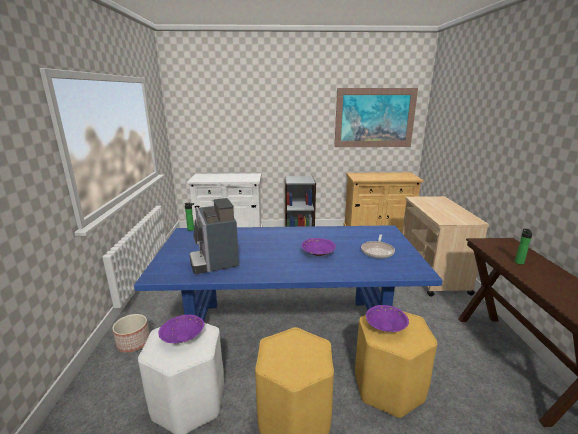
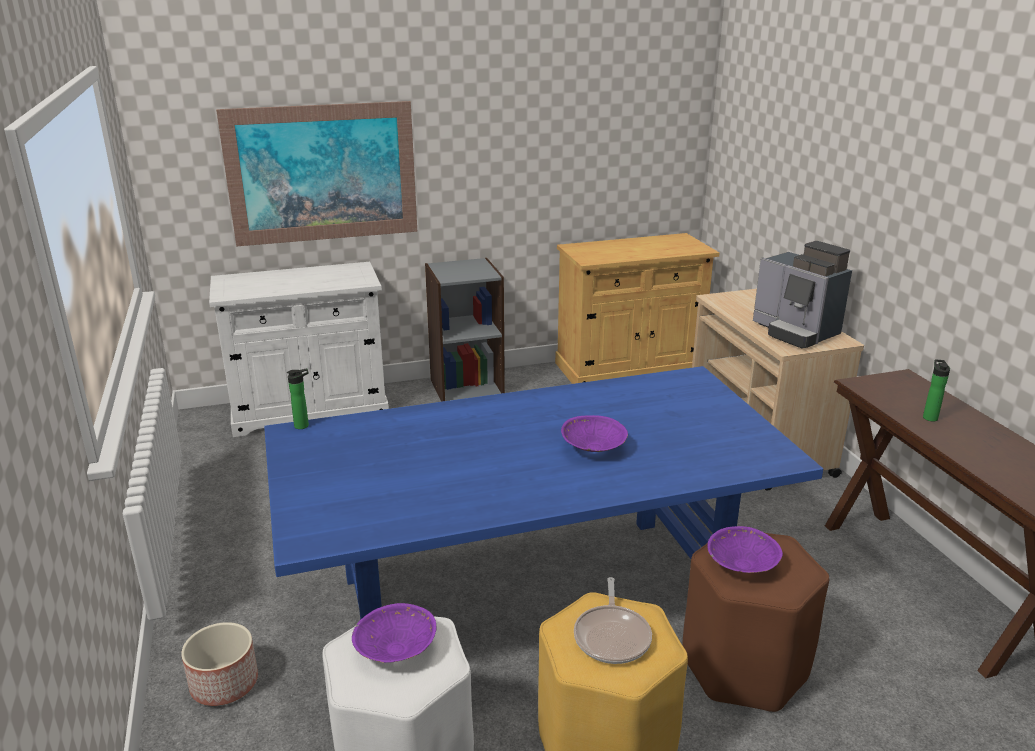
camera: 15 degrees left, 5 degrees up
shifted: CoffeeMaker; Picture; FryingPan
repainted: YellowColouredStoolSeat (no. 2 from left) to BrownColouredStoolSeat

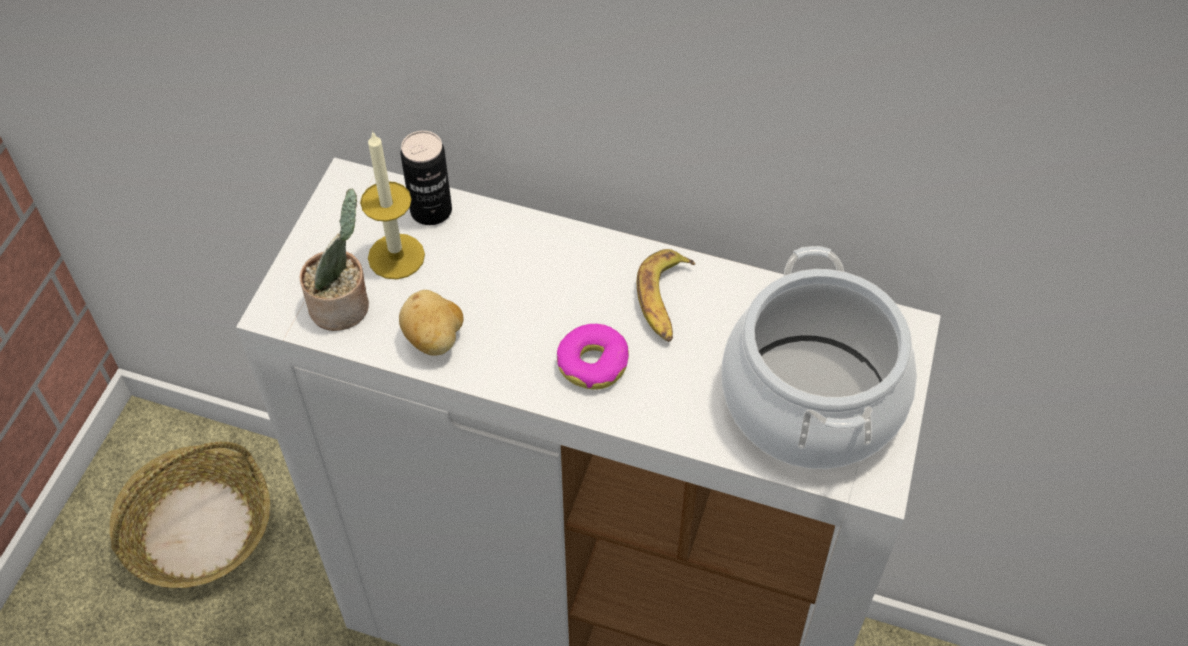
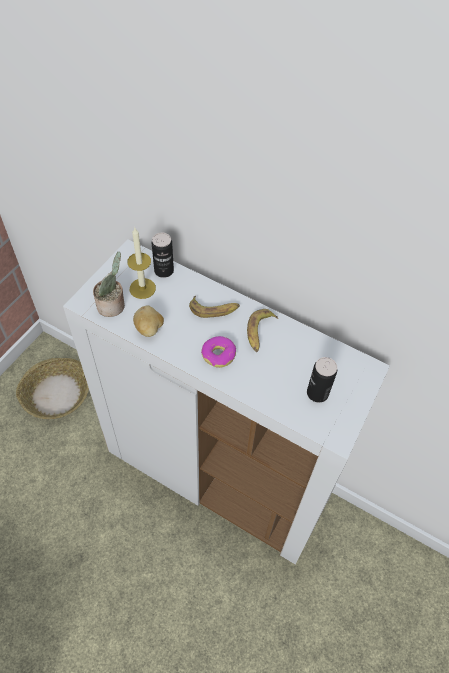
camera: 10 degrees right, 0 degrees up
new: BananaFruit (no. 1 from left)
swapped: Stockpot to MetalCan (no. 2 from left)

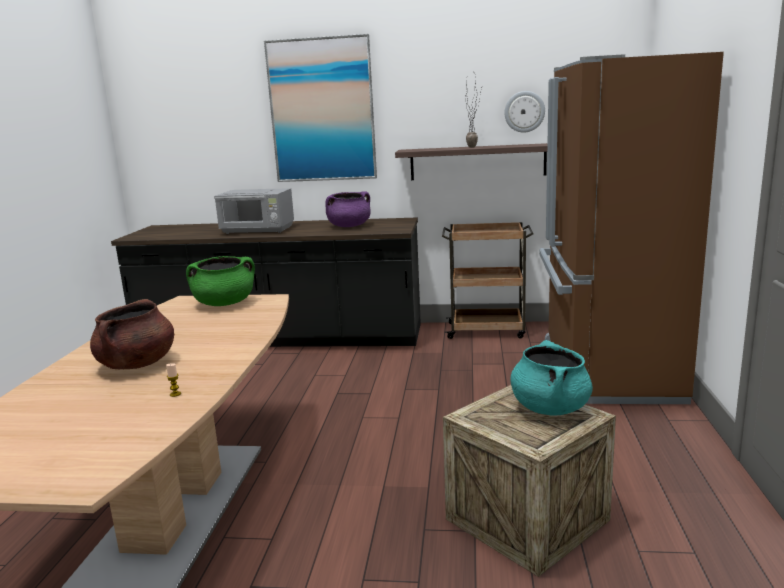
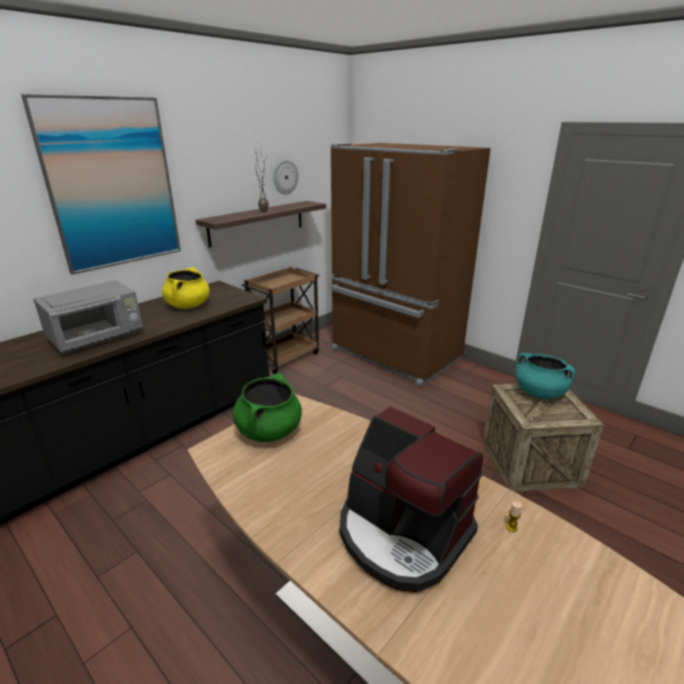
camera: 55 degrees left, 10 degrees up
swapped: BrownColouredStockpot to CoffeeMaker
repainted: PurpleColouredStockpot to YellowColouredStockpot

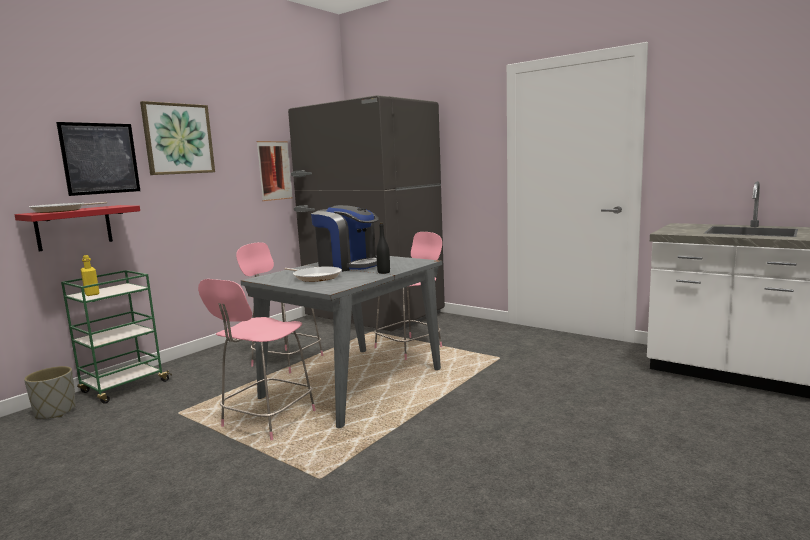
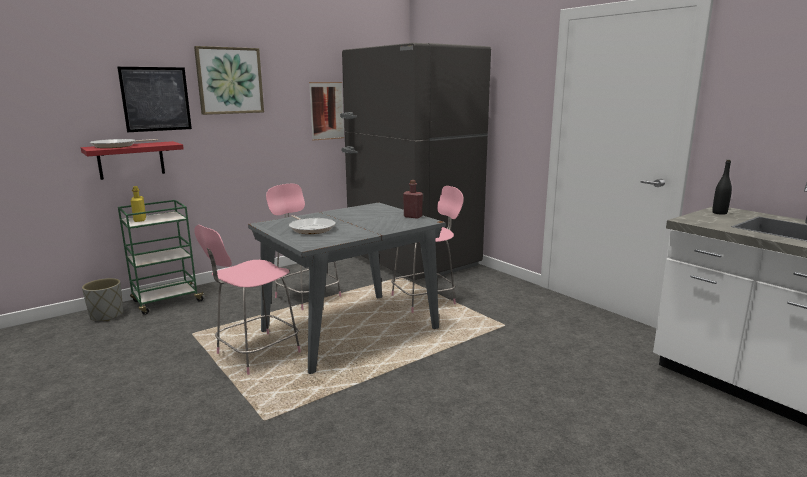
camera: 15 degrees right, 5 degrees up
gone: CoffeeMaker
new: RedBottle
shifted: BlackBottle

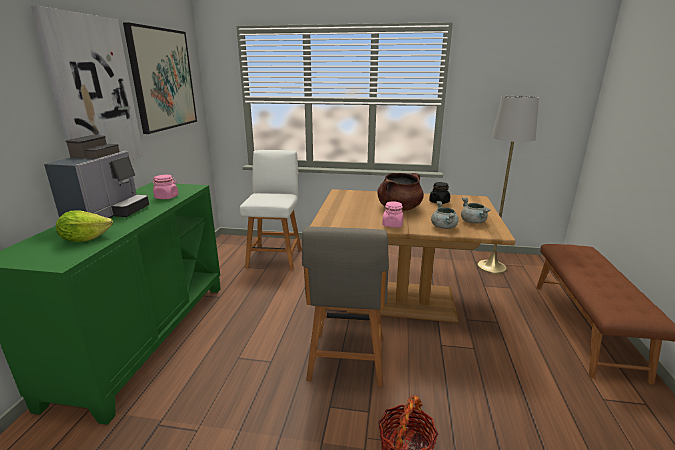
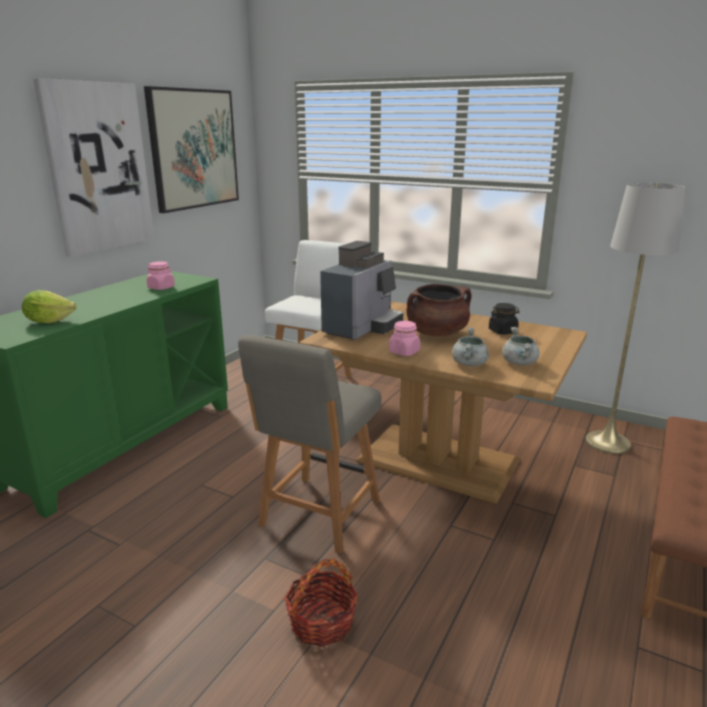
camera: 20 degrees right, 0 degrees up
shifted: CoffeeMaker

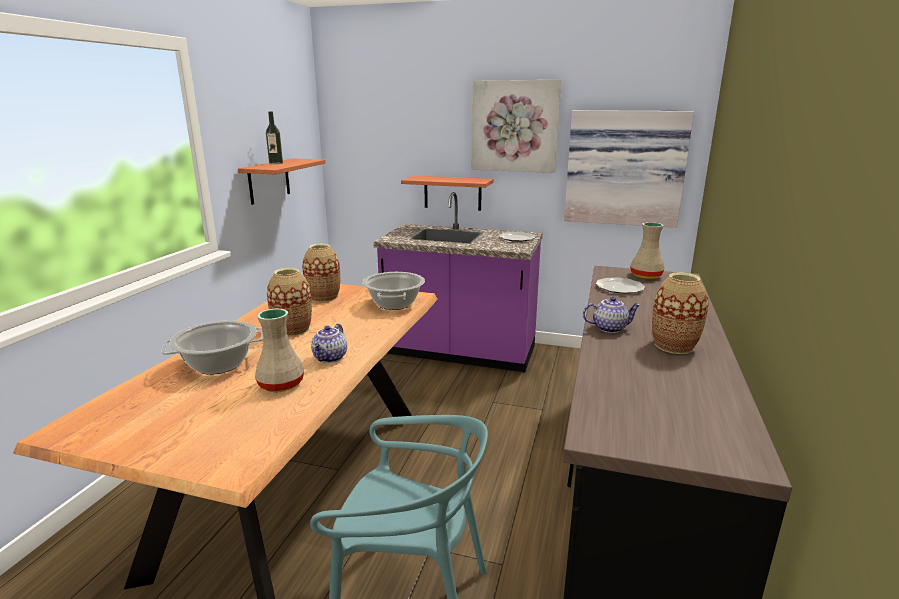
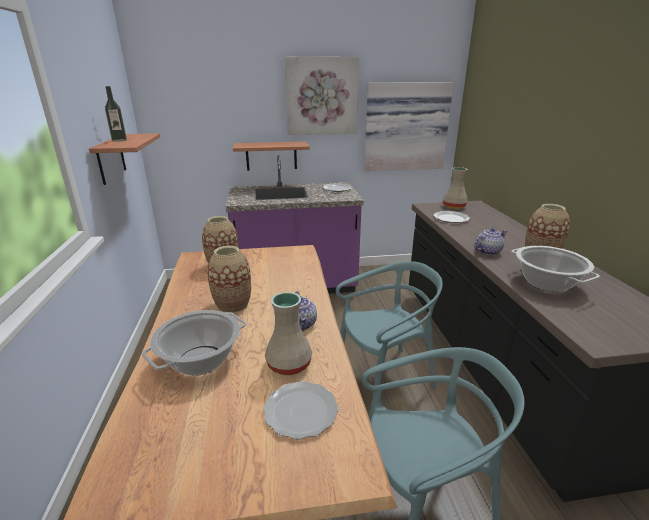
camera: 25 degrees left, 5 degrees up
new: FlatDish (no. 1 from left); BlueGreenPlainChair (no. 1 from left)
shifted: Stockpot (no. 2 from left)

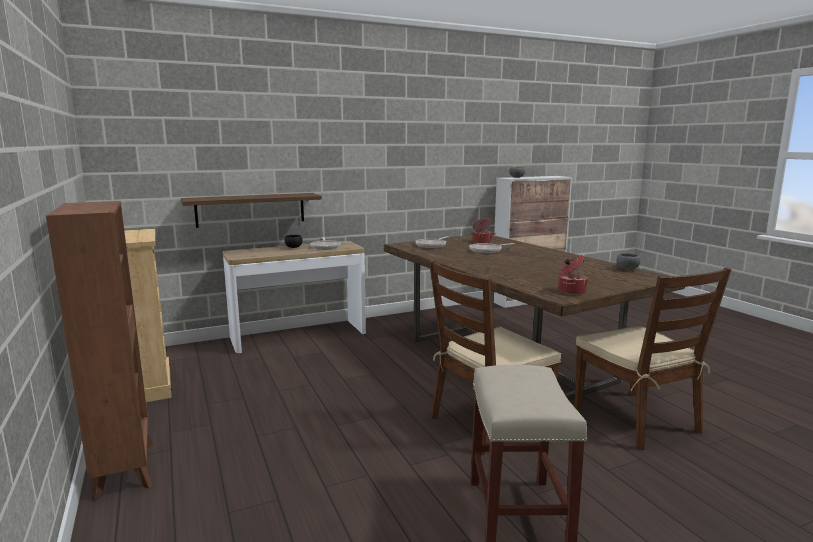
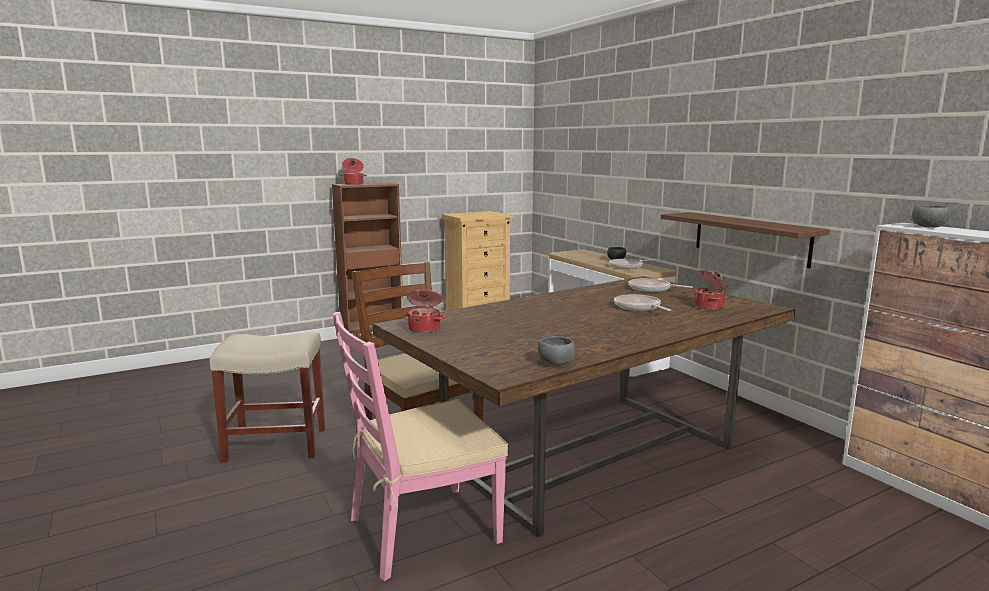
camera: 85 degrees right, 0 degrees up
new: Stockpot (no. 1 from left)
shifted: Shelf
repainted: BrownColouredPlainChair (no. 2 from left) to PinkColouredPlainChair

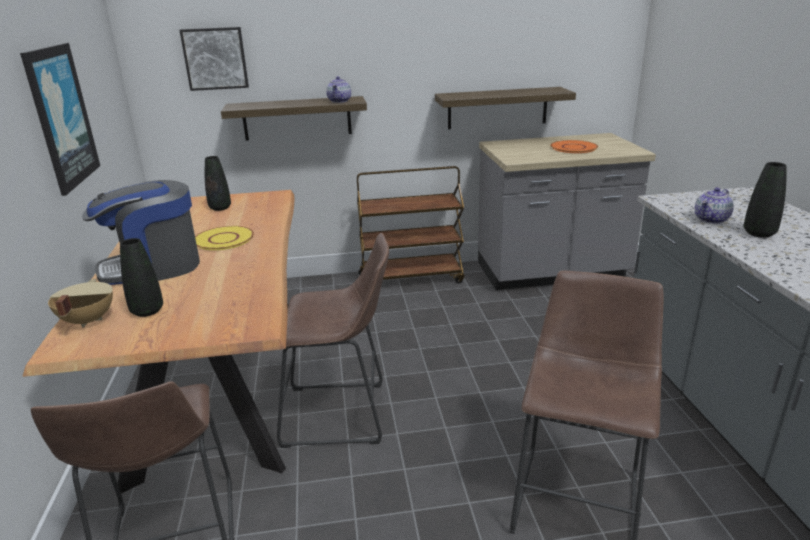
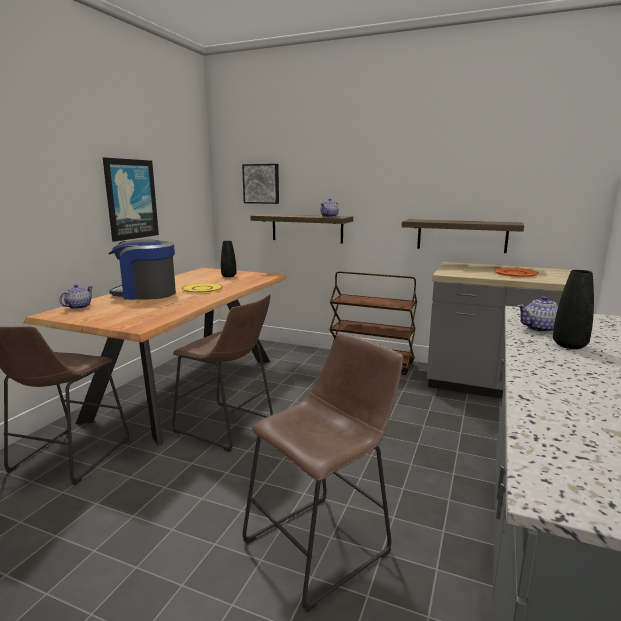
camera: 30 degrees right, 10 degrees down
gone: BlackFlowerVase (no. 1 from left)
swapped: BeigeColouredStockpot to TeaPot (no. 1 from left)

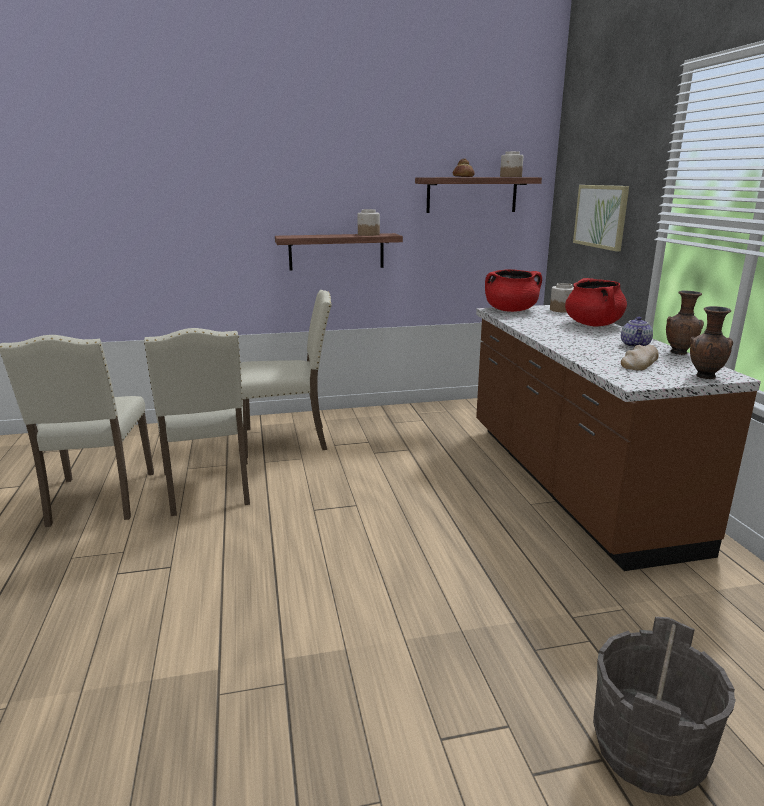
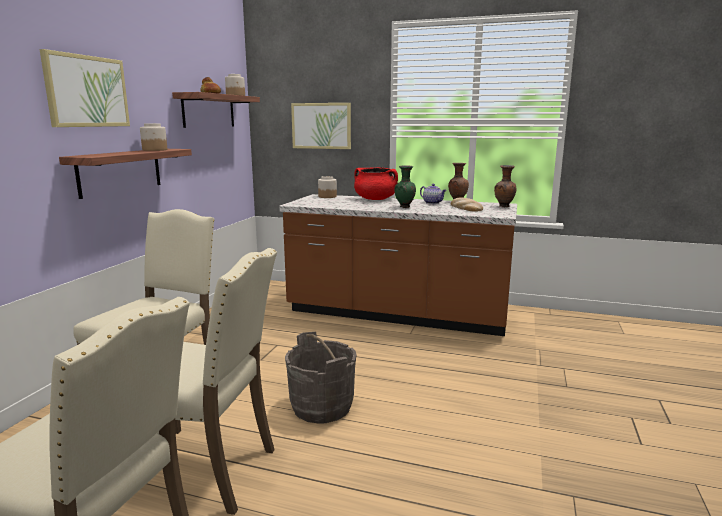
camera: 60 degrees left, 5 degrees down
gone: RedStockpot (no. 1 from left)
new: Picture (no. 1 from left); GreenishFlowerVase
shifted: GreyishBucket

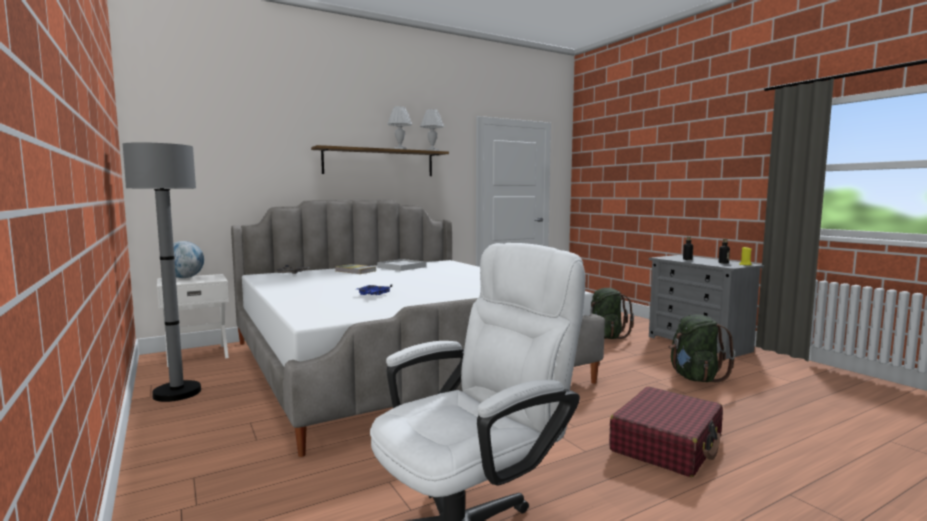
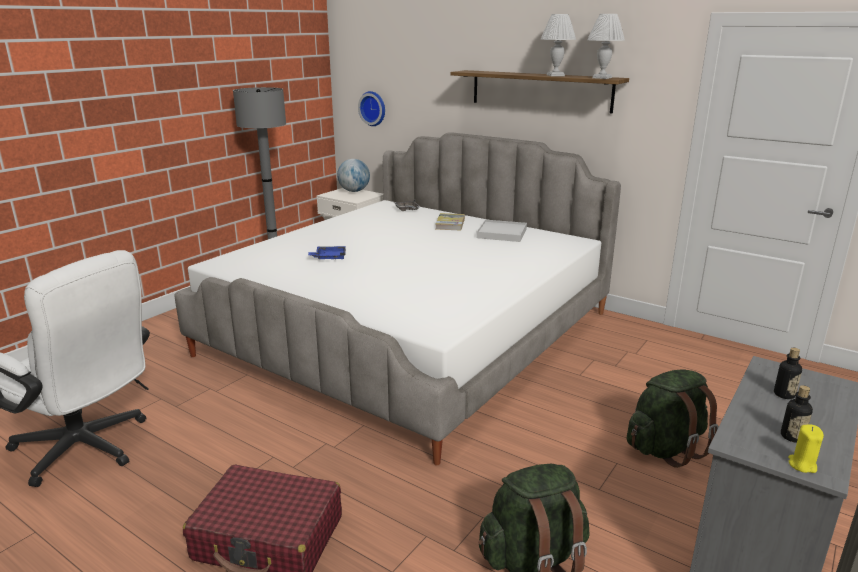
camera: 65 degrees right, 15 degrees up
new: ClockOnTheWall

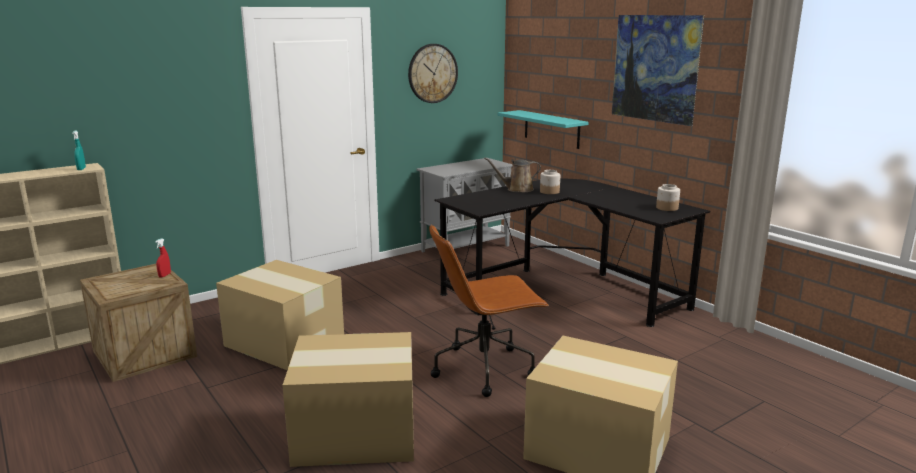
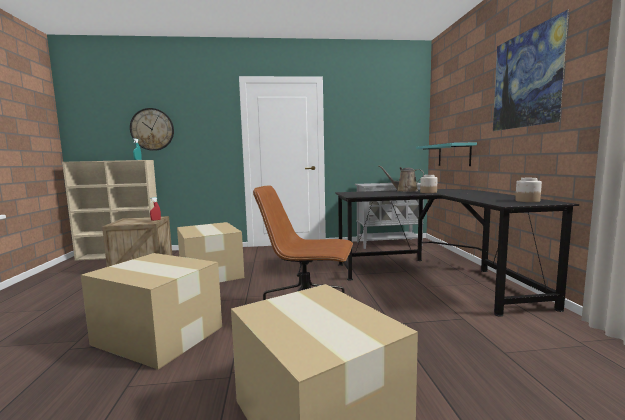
camera: 30 degrees right, 10 degrees down
shifted: ClockOnTheWall

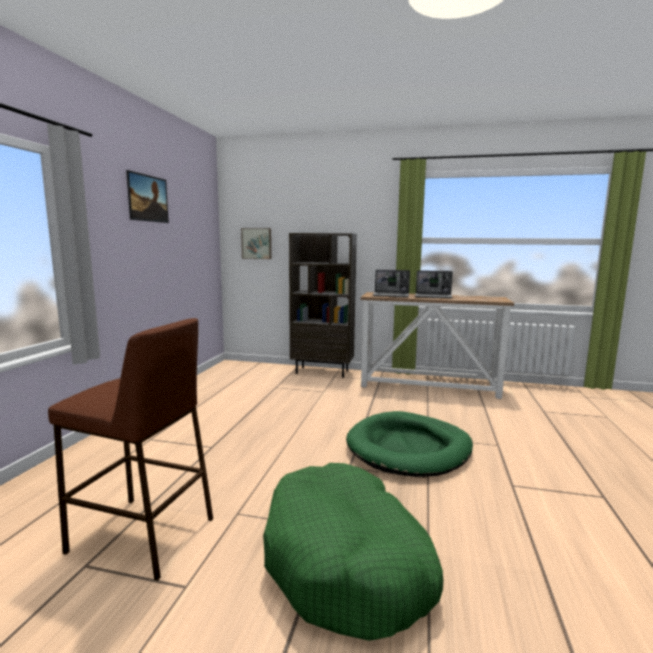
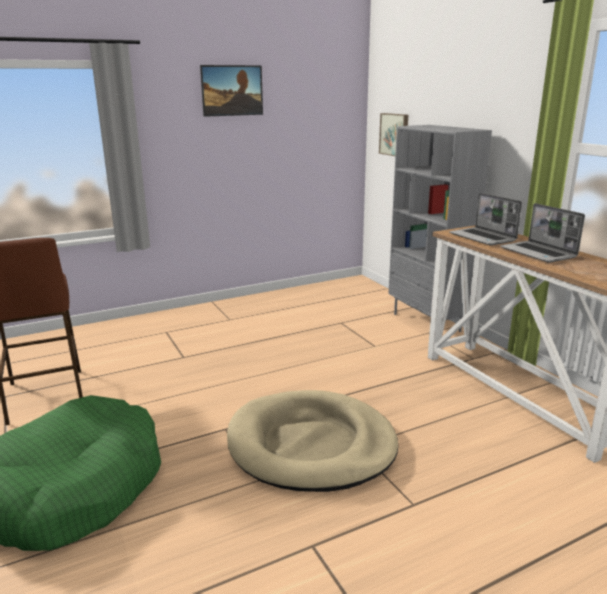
camera: 50 degrees right, 10 degrees up
repainted: BrownColouredBookcase to GreyishBookcase; GreenishDogBed (no. 2 from left) to BeigeColouredDogBed

